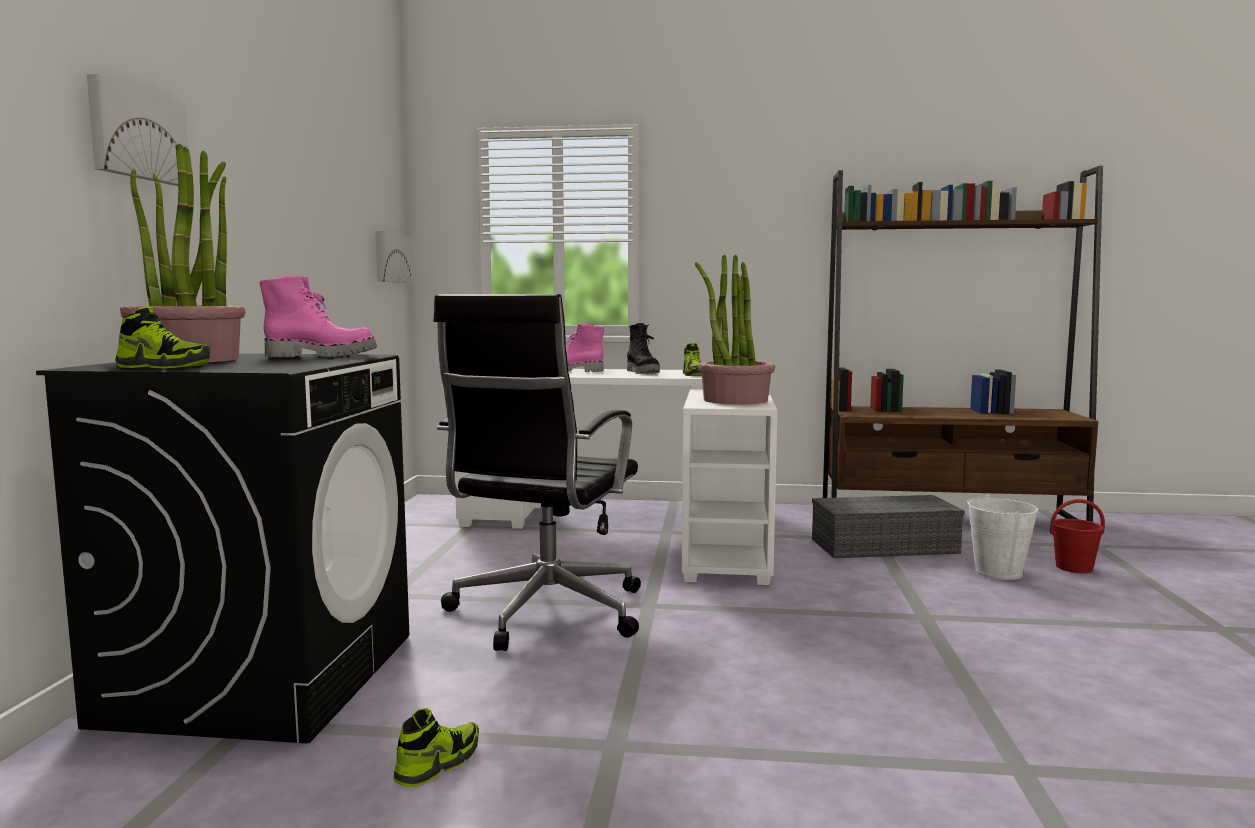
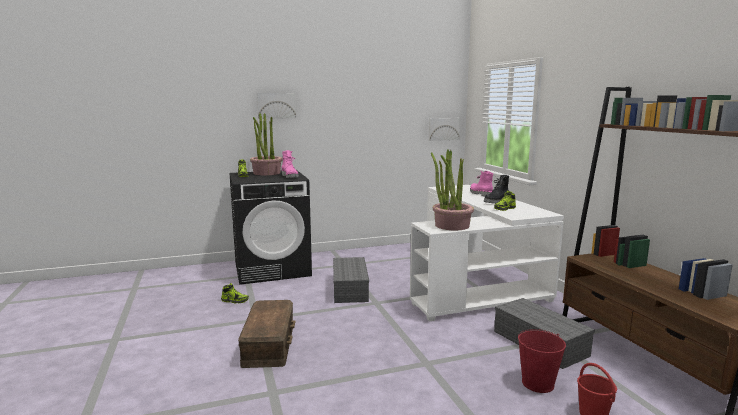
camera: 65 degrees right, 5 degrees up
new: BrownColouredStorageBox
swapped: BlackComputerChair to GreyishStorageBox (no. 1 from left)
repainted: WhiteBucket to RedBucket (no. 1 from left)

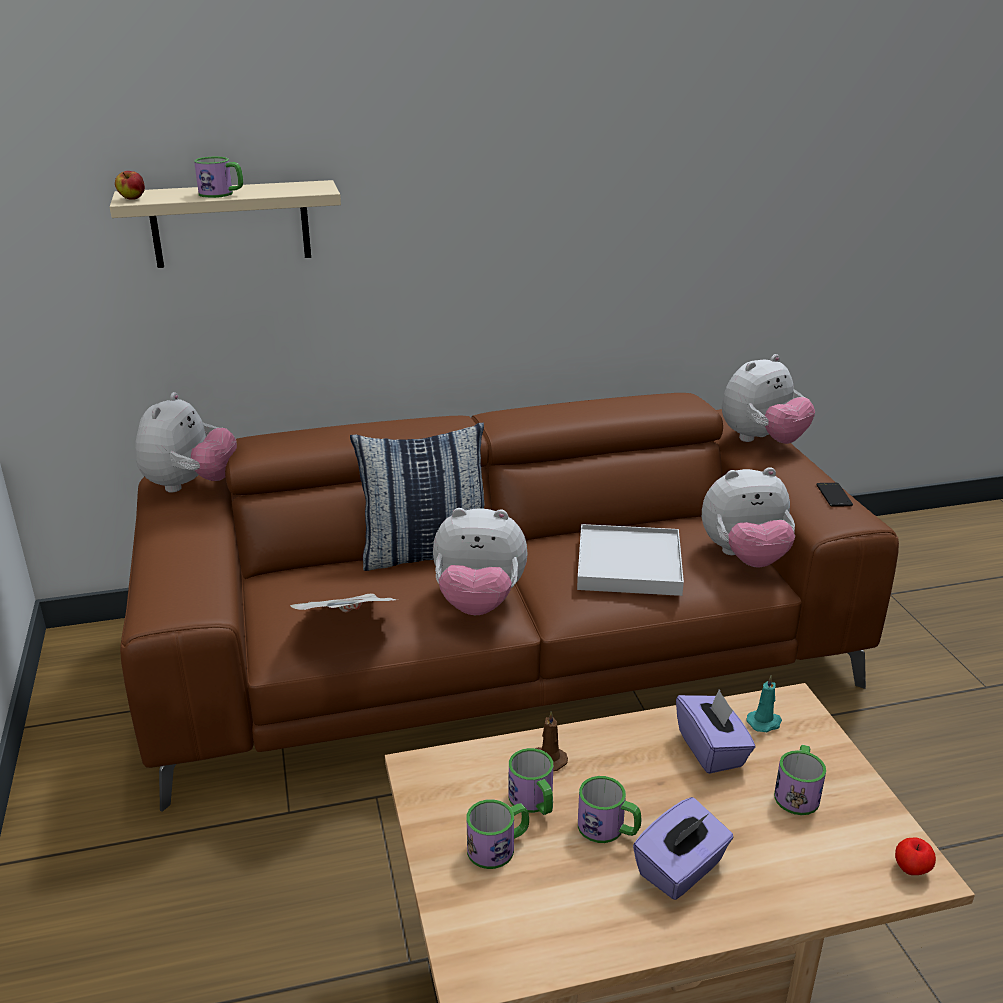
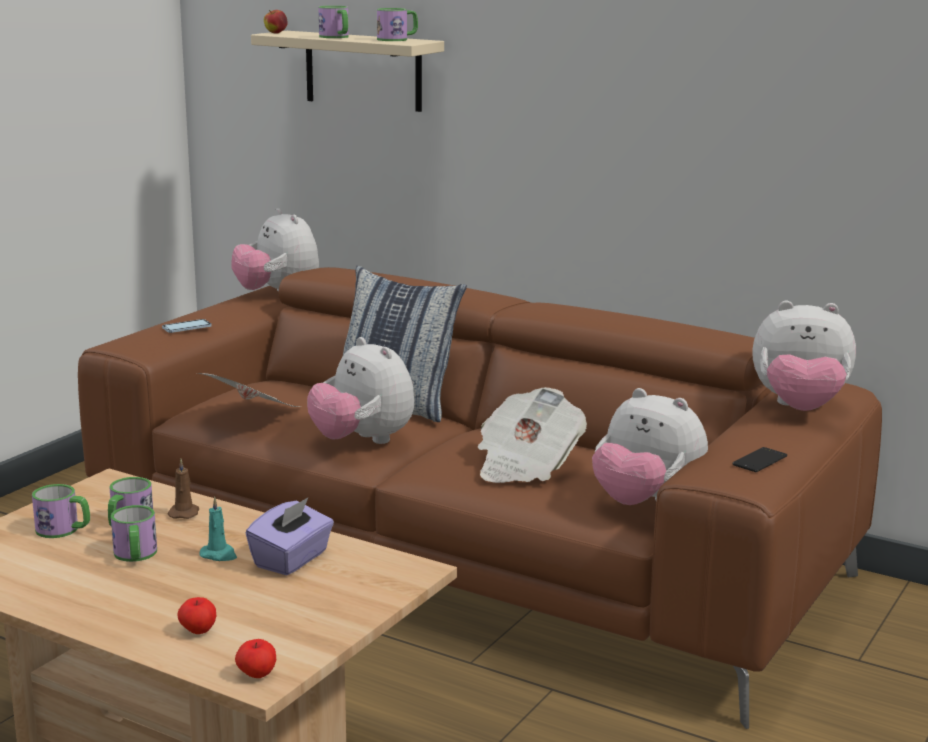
camera: 45 degrees right, 10 degrees down
gone: PurpleColouredBoxOfTissues (no. 1 from left)
new: Phone (no. 1 from left); Apple (no. 1 from left)
shifted: BlueGreenWaxCandle; CoffeeMug (no. 5 from left)
swapped: WhiteServingTray to DailyPaper (no. 2 from left)
rotated: SoftToy (no. 1 from left) 90 degrees clockwise

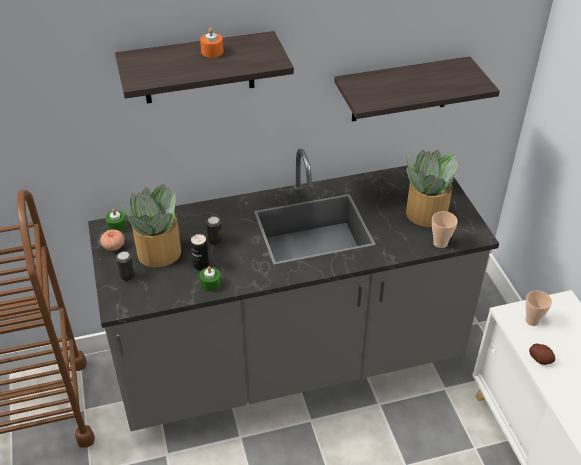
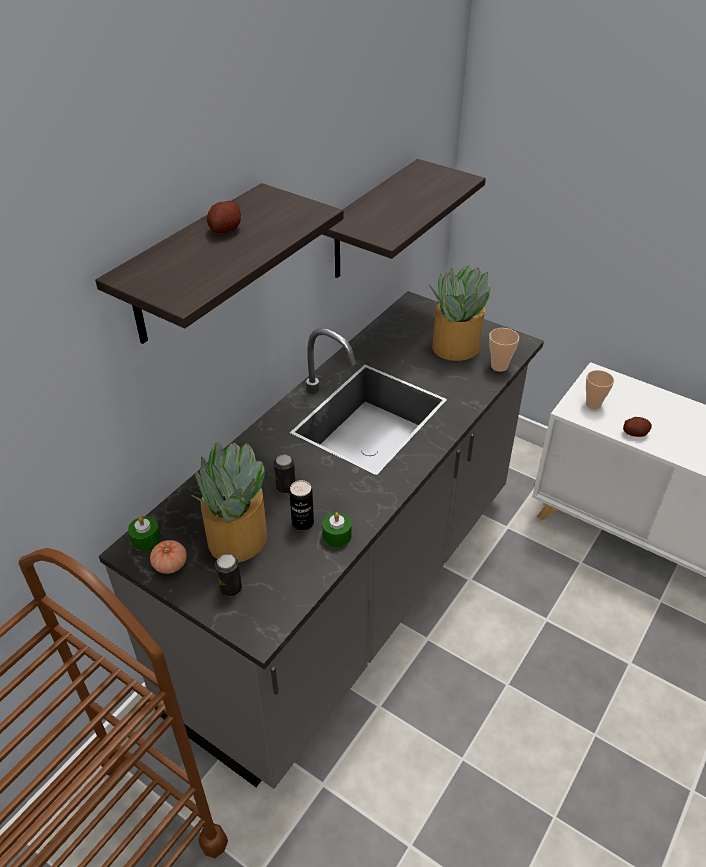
camera: 40 degrees left, 0 degrees up
swapped: OrangeColouredWaxCandle to Potato (no. 1 from left)

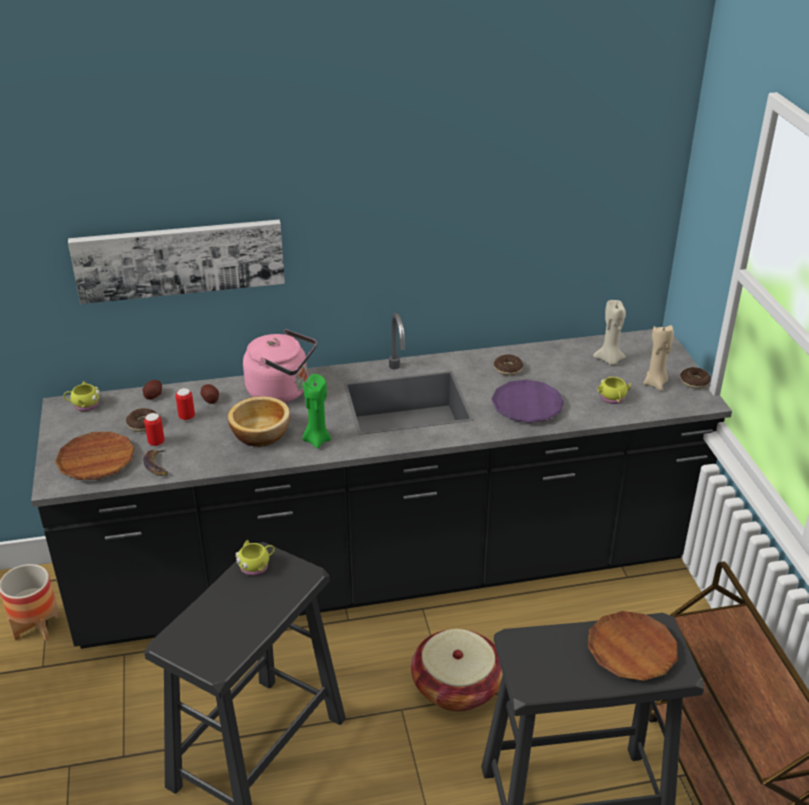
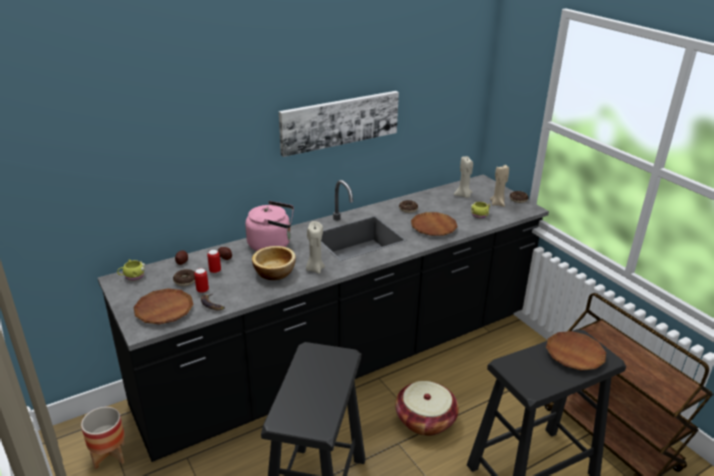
camera: 20 degrees left, 5 degrees down
gone: YellowColouredCoffeeMug (no. 2 from left)
shifted: Picture
repainted: GreenishWaxCandle to BeigeColouredWaxCandle (no. 1 from left); PurpleColouredFlatDish to BrownColouredFlatDish (no. 2 from left)

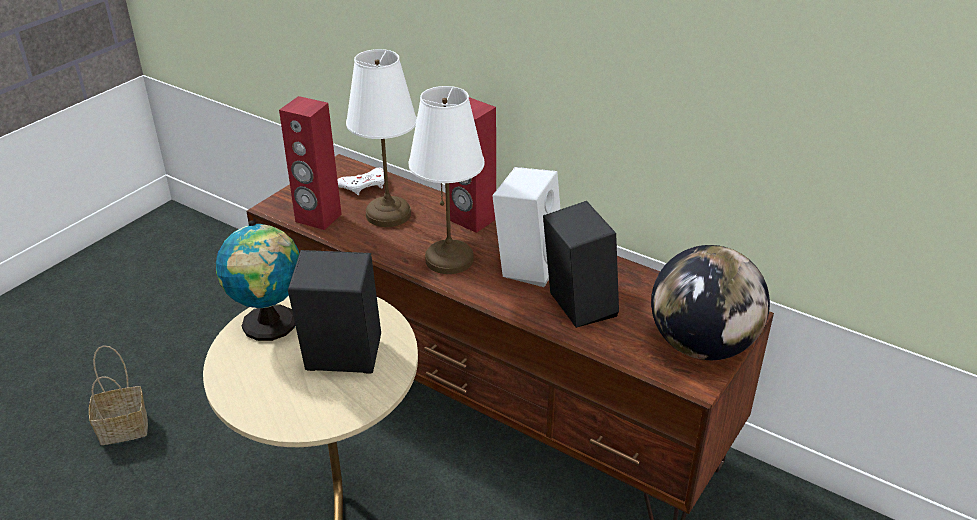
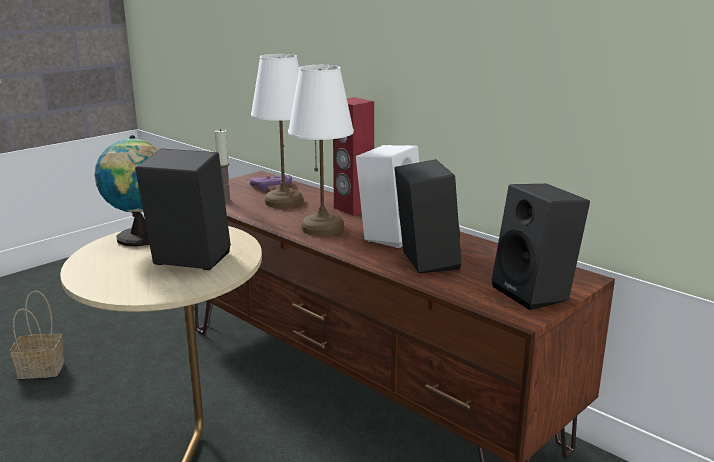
camera: 10 degrees right, 15 degrees down
swapped: RedSpeaker (no. 1 from left) to WaxCandle; WorldGlobe (no. 2 from left) to BlackSpeaker (no. 3 from left)
repainted: WhiteGameController to PurpleColouredGameController

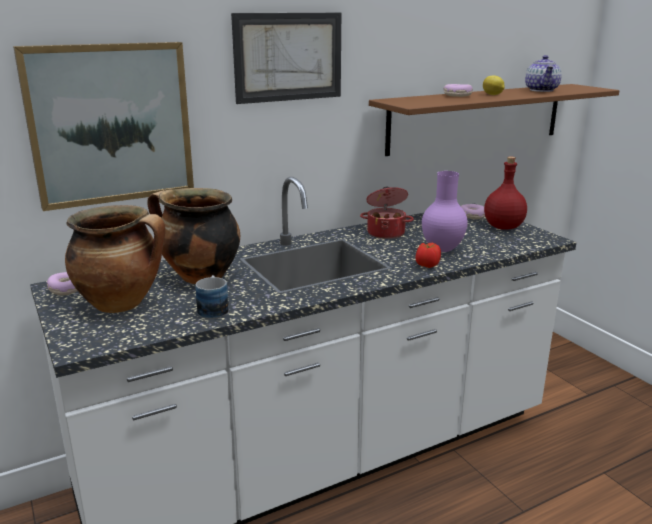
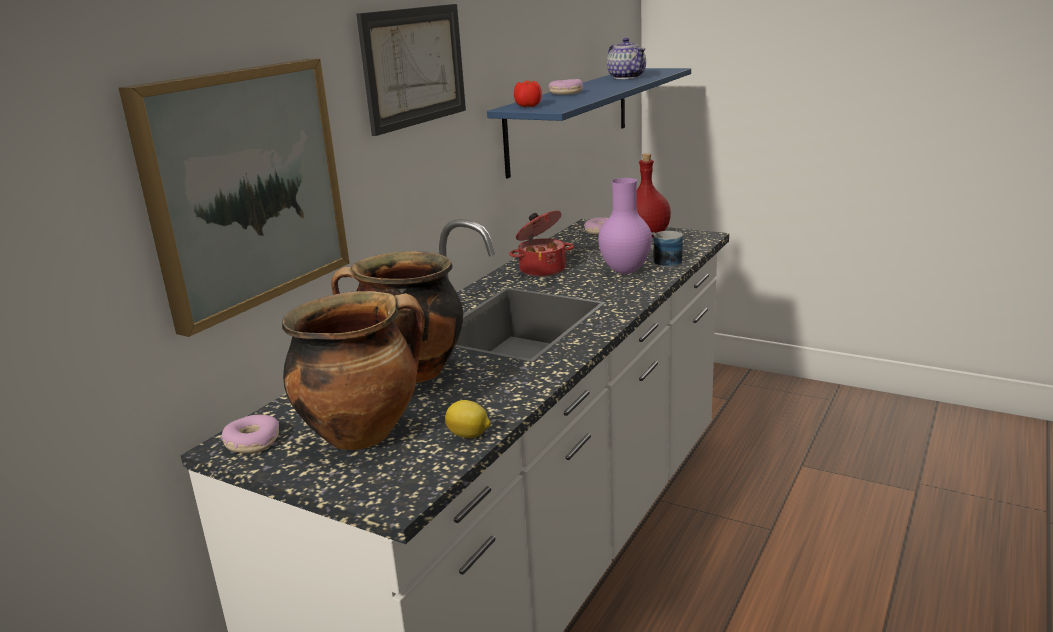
camera: 30 degrees left, 0 degrees up
shifted: CoffeeMug; WholeTomato; CitrusFruit
repainted: BrownColouredShelf to BlueColouredShelf

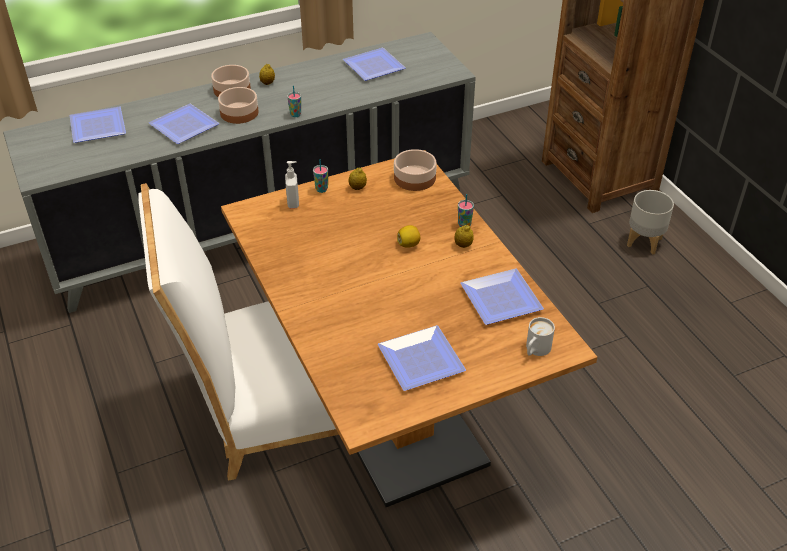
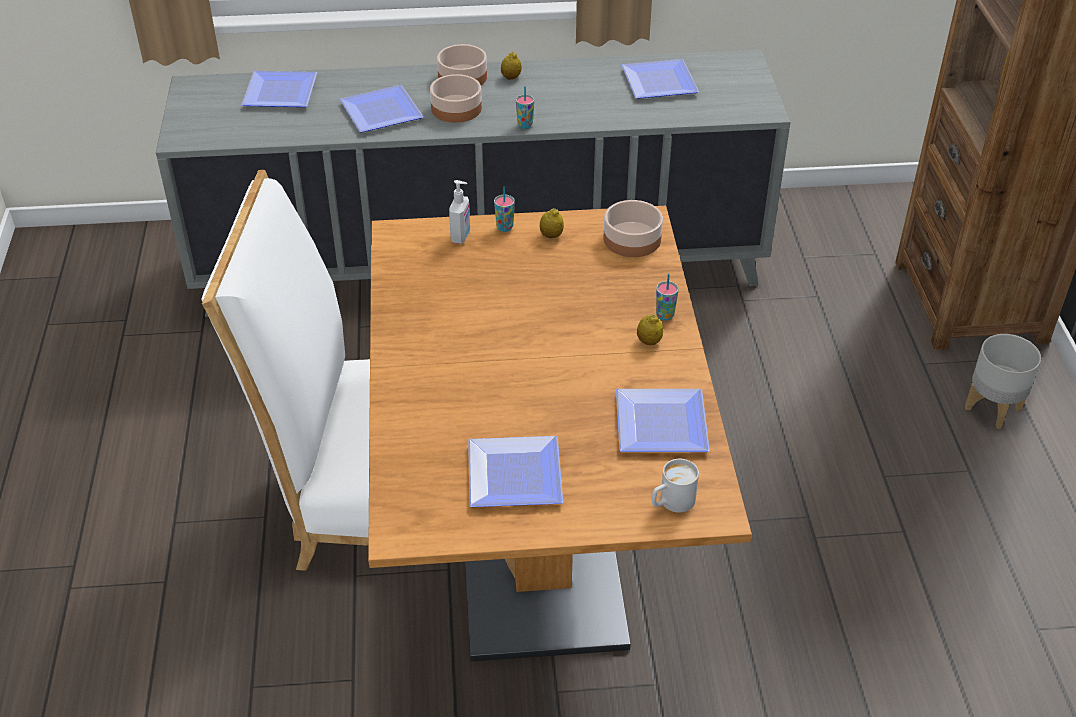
camera: 20 degrees right, 0 degrees up
gone: CitrusFruit (no. 3 from left)

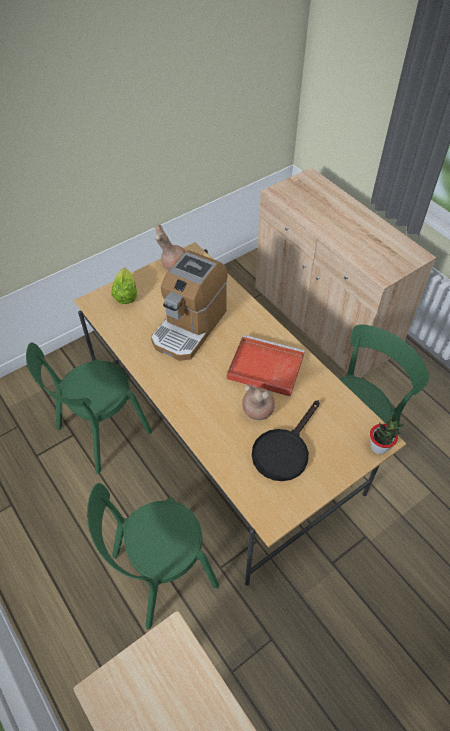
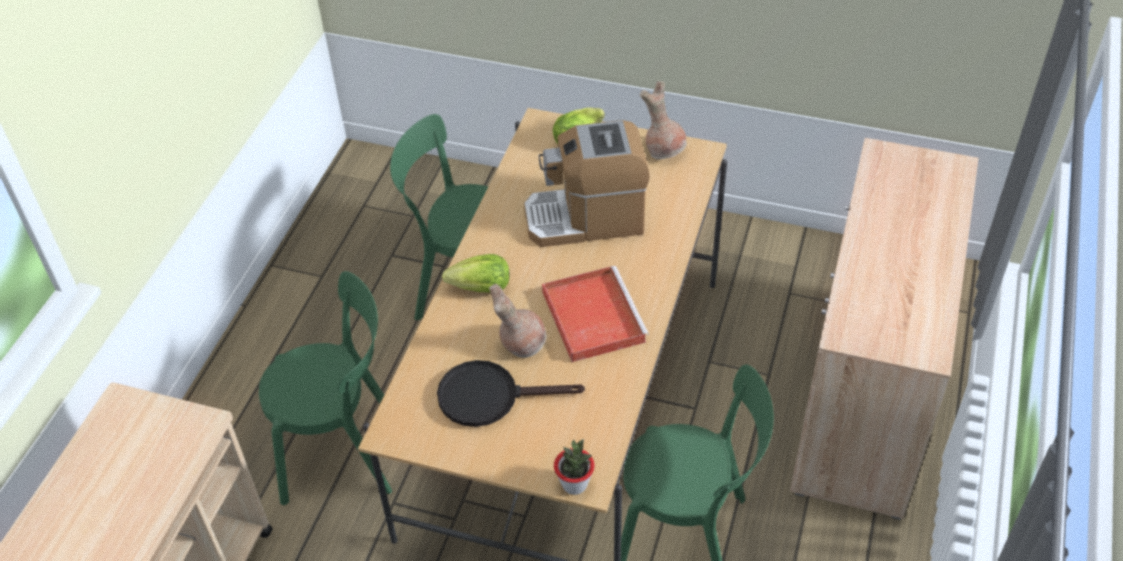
camera: 55 degrees right, 5 degrees down
new: Lettuce (no. 1 from left)
rotated: GreenishPlainChair (no. 2 from left in the first image) 150 degrees clockwise

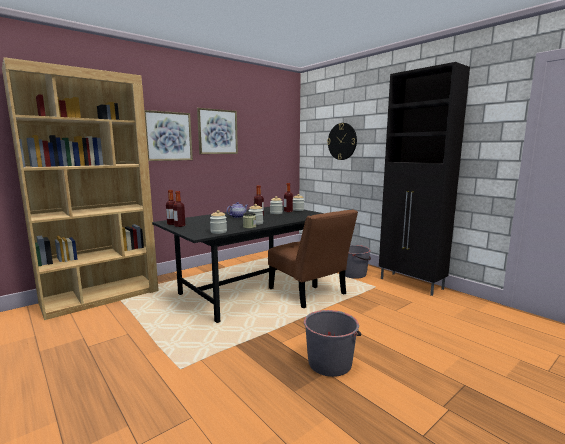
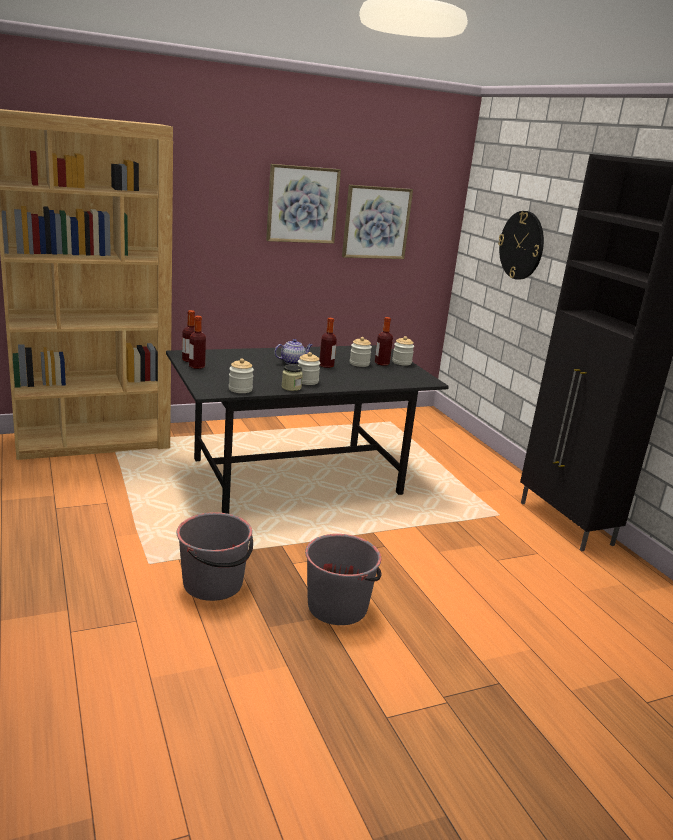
camera: 15 degrees right, 10 degrees up
gone: BrownColouredPlainChair
shifted: Picture (no. 1 from left in the first image) to Picture (no. 2 from left); GreyishBucket (no. 2 from left in the first image) to GreyishBucket (no. 1 from left)

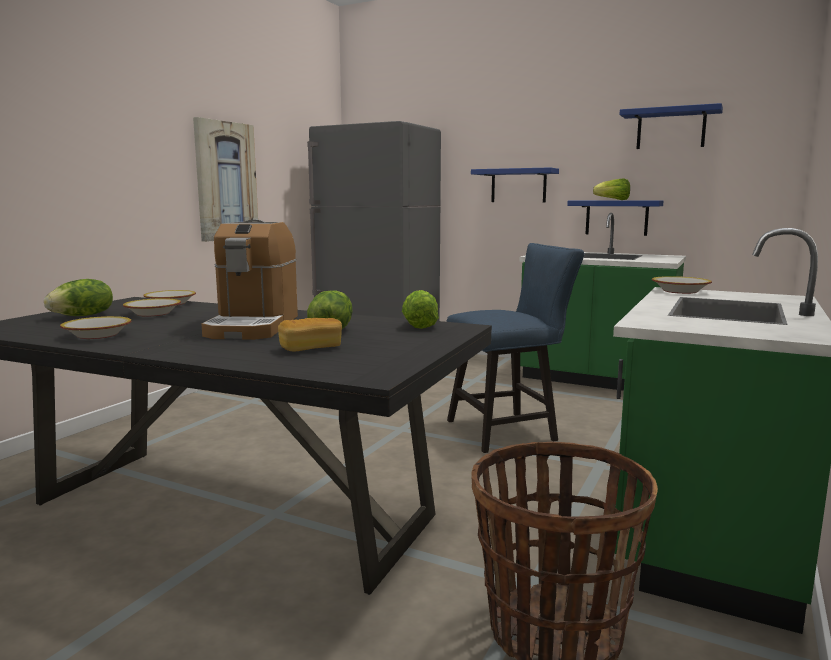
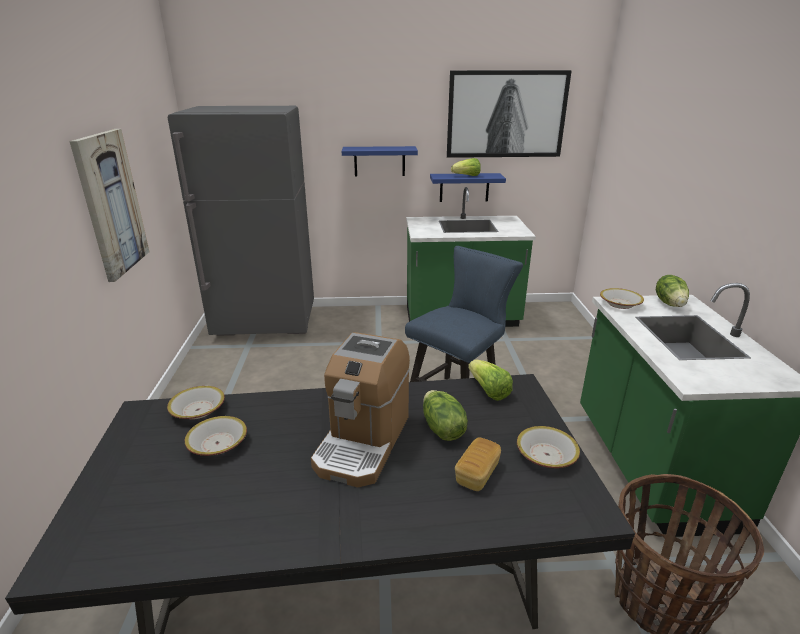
camera: 30 degrees left, 15 degrees up
shifted: Lettuce (no. 1 from left in the first image) to Lettuce (no. 4 from left); Bowl (no. 1 from left in the first image) to Bowl (no. 3 from left)
swapped: BlueColouredShelf (no. 3 from left) to Picture (no. 2 from left)
rotated: CoffeeMaker 45 degrees clockwise

